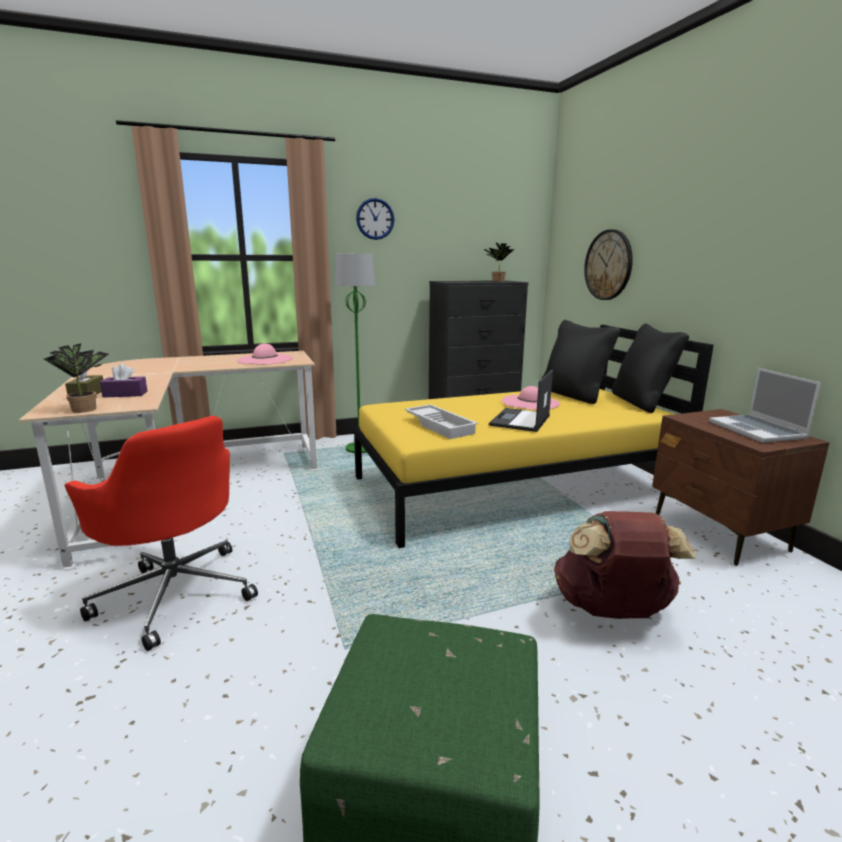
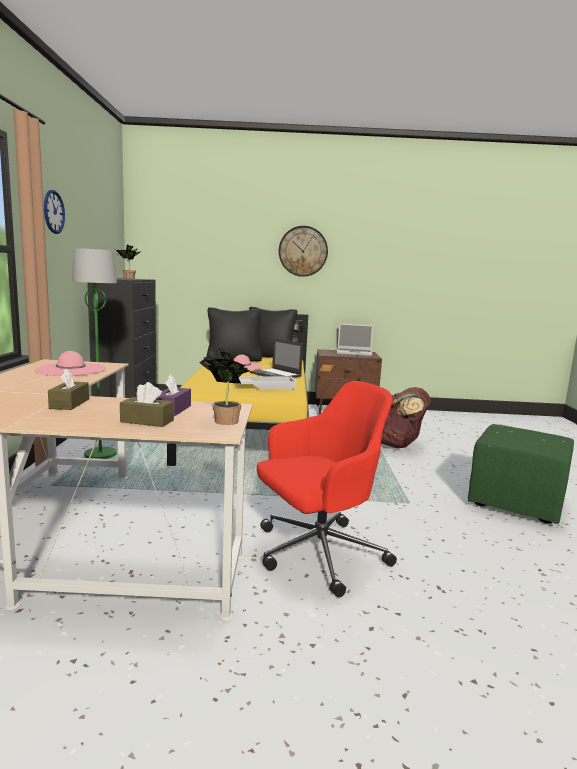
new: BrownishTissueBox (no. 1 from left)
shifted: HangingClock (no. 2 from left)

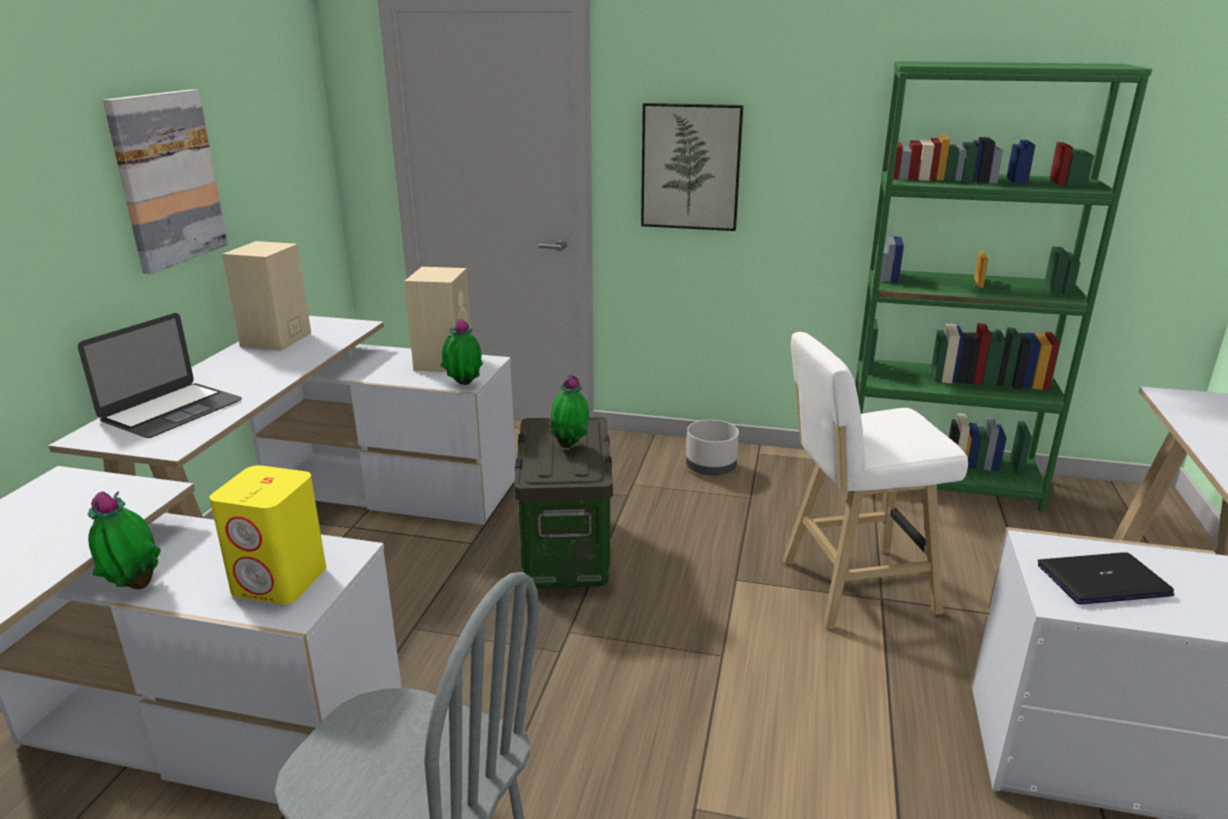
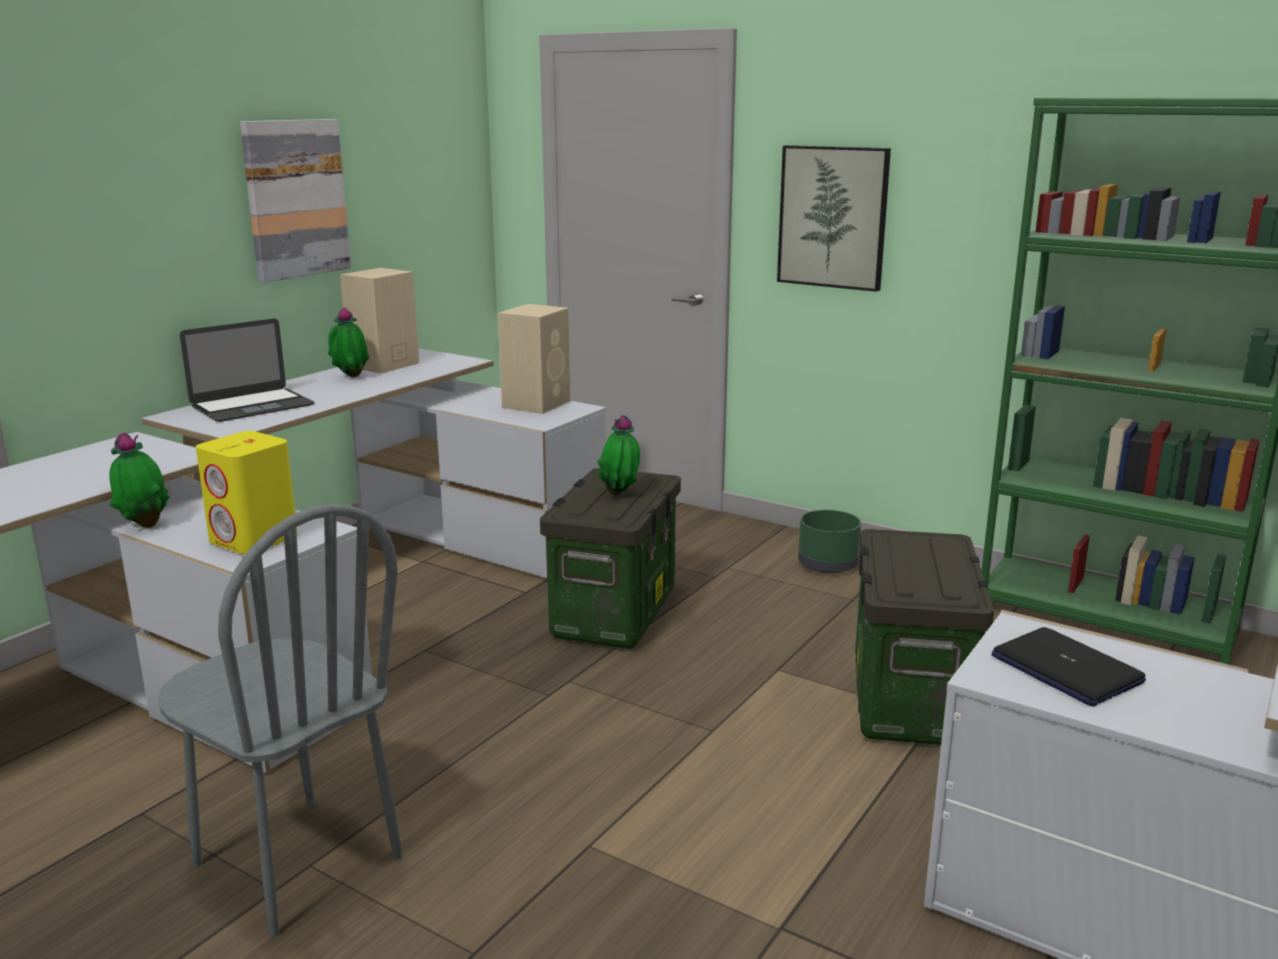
shifted: PottedPlant (no. 2 from left)
swapped: WhiteStoolSeat to StorageContainer (no. 2 from left)
repainted: GreyishFlowerPot to GreenFlowerPot
rotated: PortableComputer (no. 2 from left) 135 degrees counterclockwise

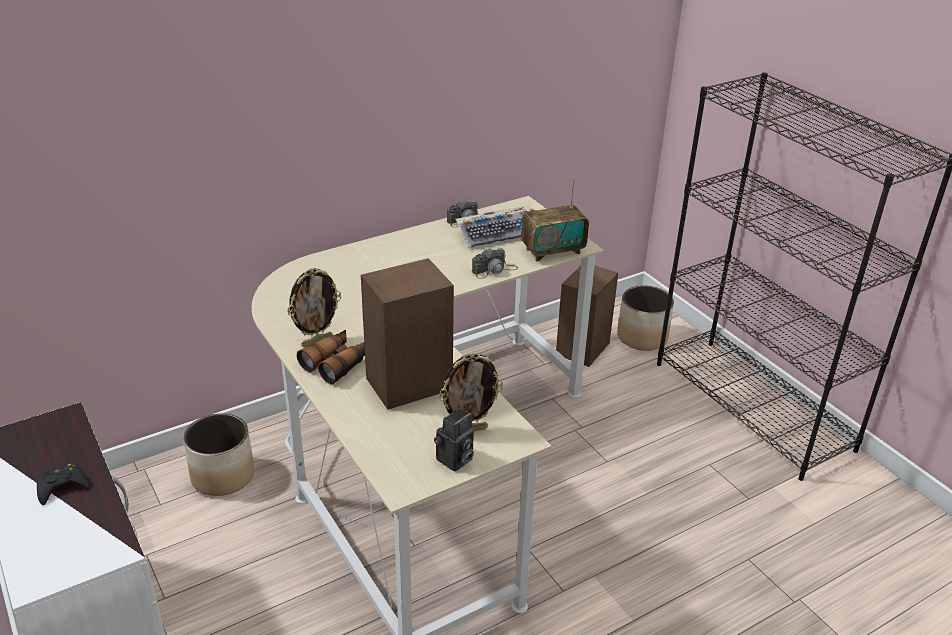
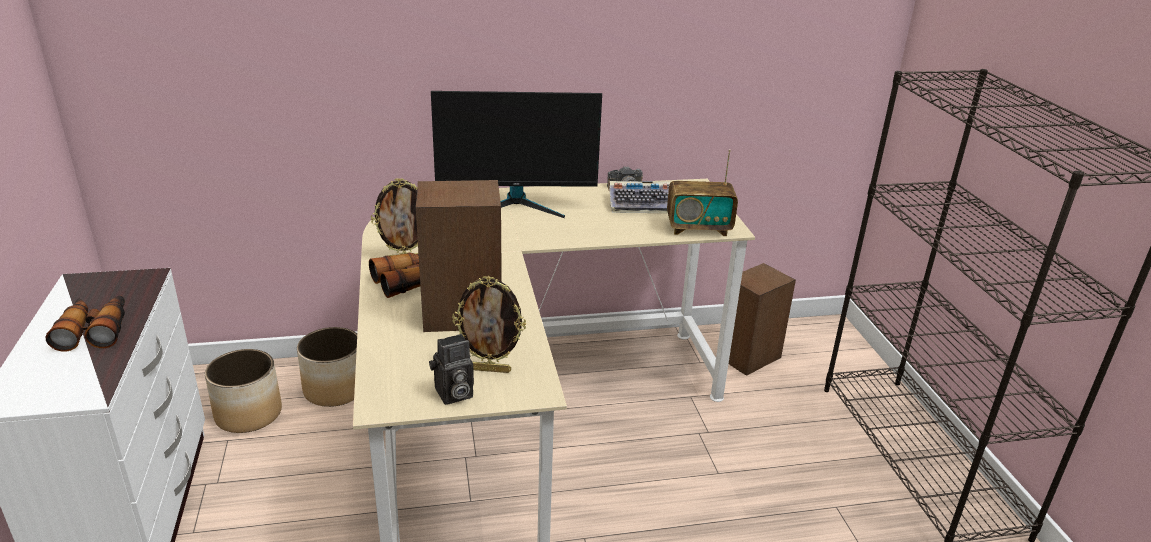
gone: PhotoCamera (no. 3 from left)
new: Monitor
shifted: FlowerPot (no. 2 from left in the first image) to FlowerPot (no. 1 from left)
swapped: BlackGameController to Binoculars (no. 1 from left)

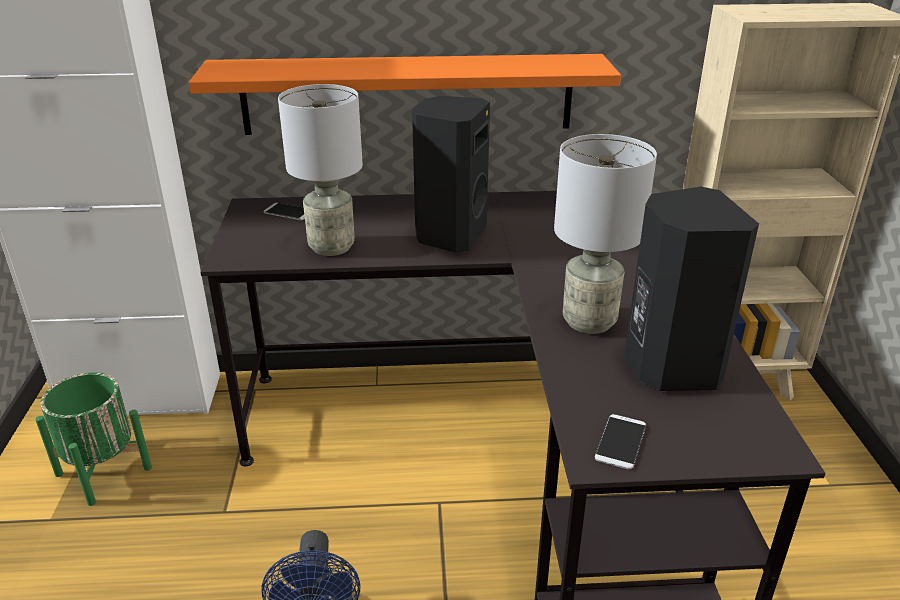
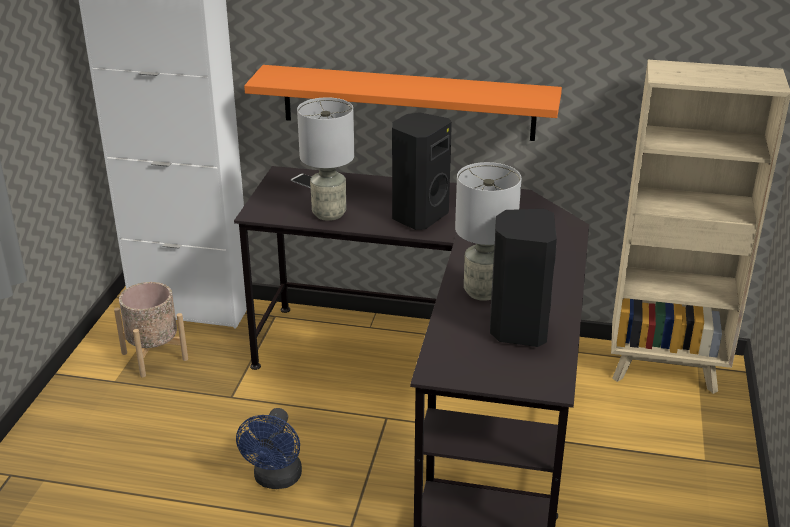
gone: Handset (no. 2 from left)
repainted: GreenFlowerPot to BeigeColouredFlowerPot

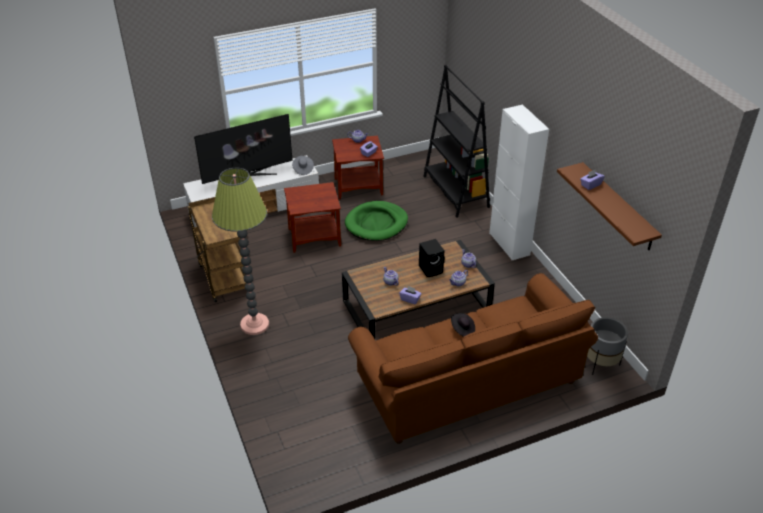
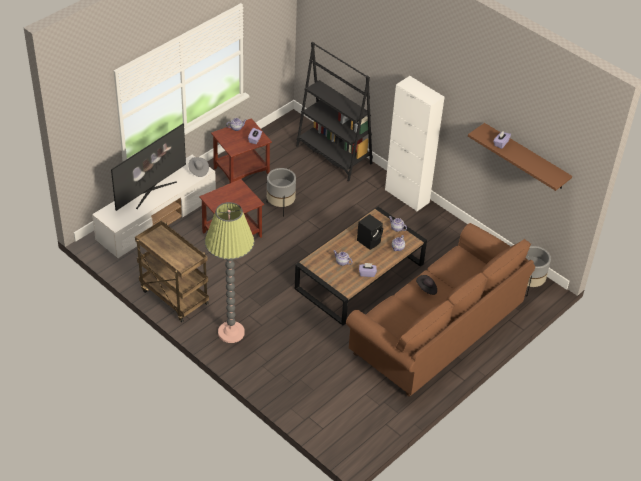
swapped: GreenDogCushion to GreyishFlowerPot (no. 1 from left)

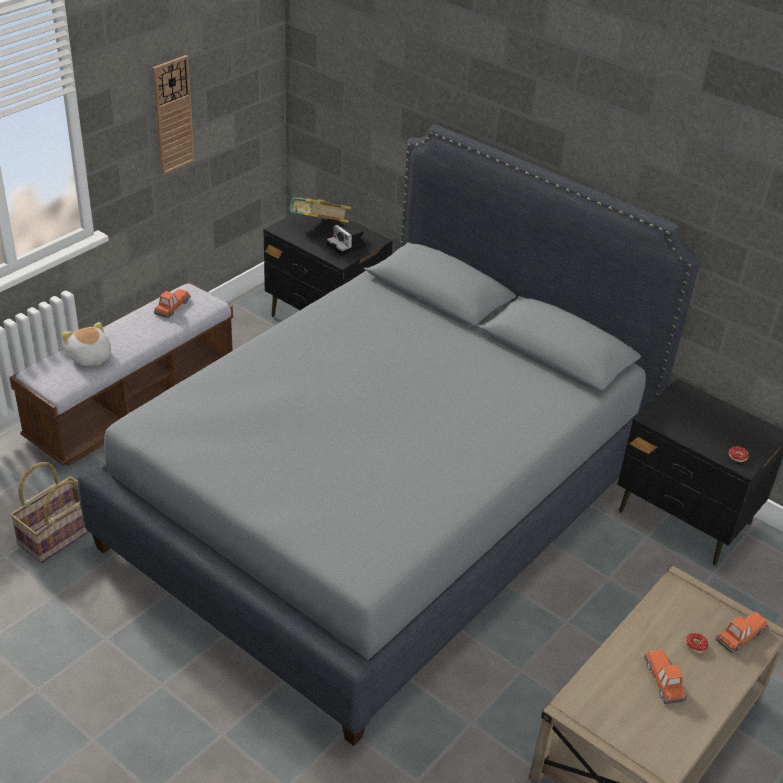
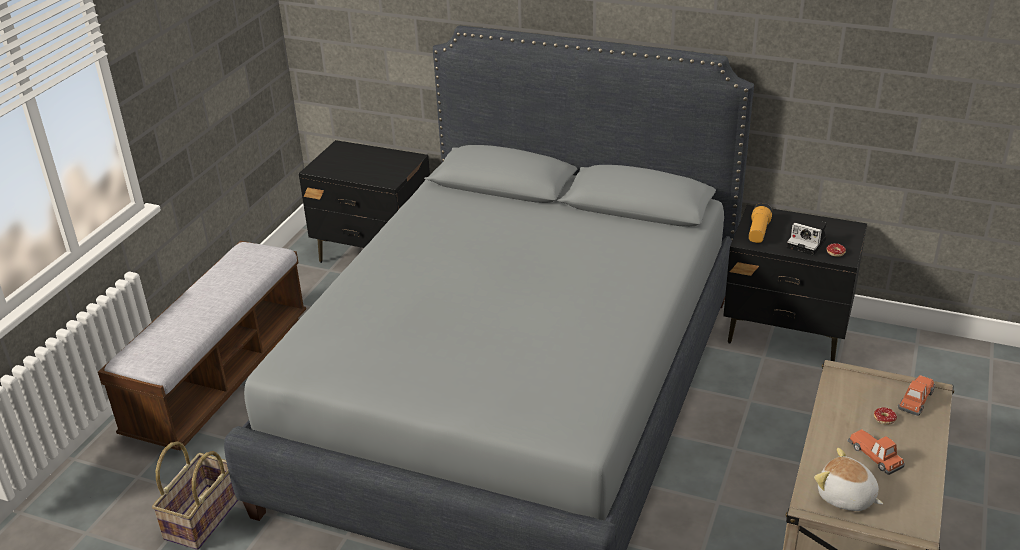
gone: HangingClock; Book; ToyCar (no. 1 from left)
new: Flashlight
shifted: PhotoCamera; CuddlyToy

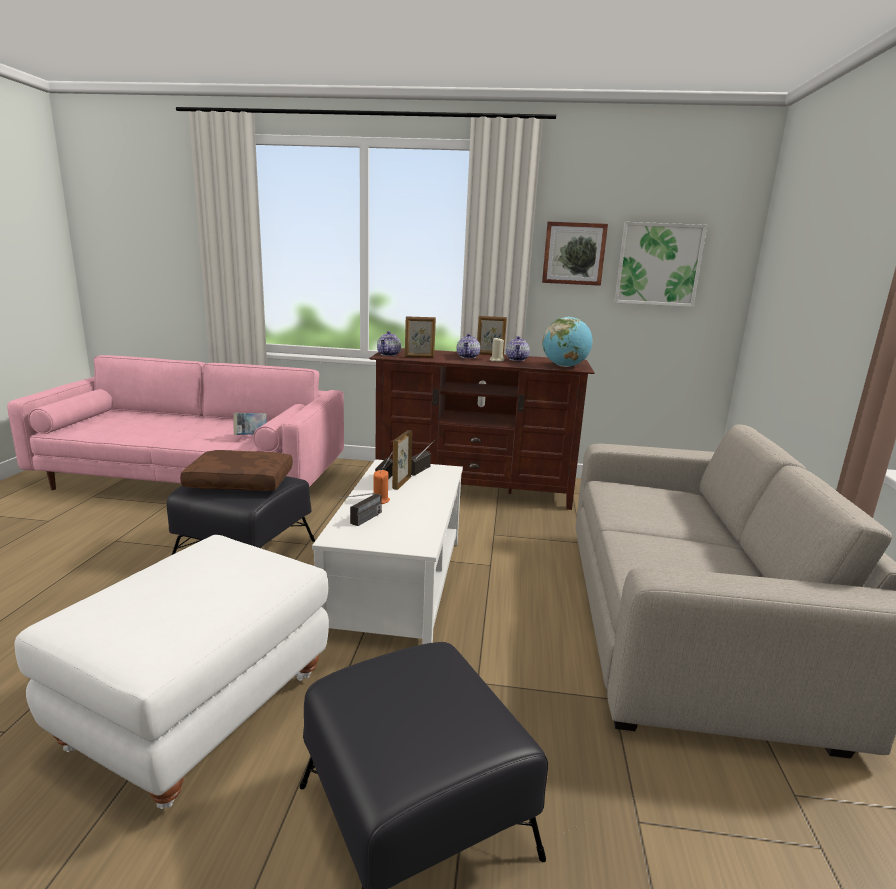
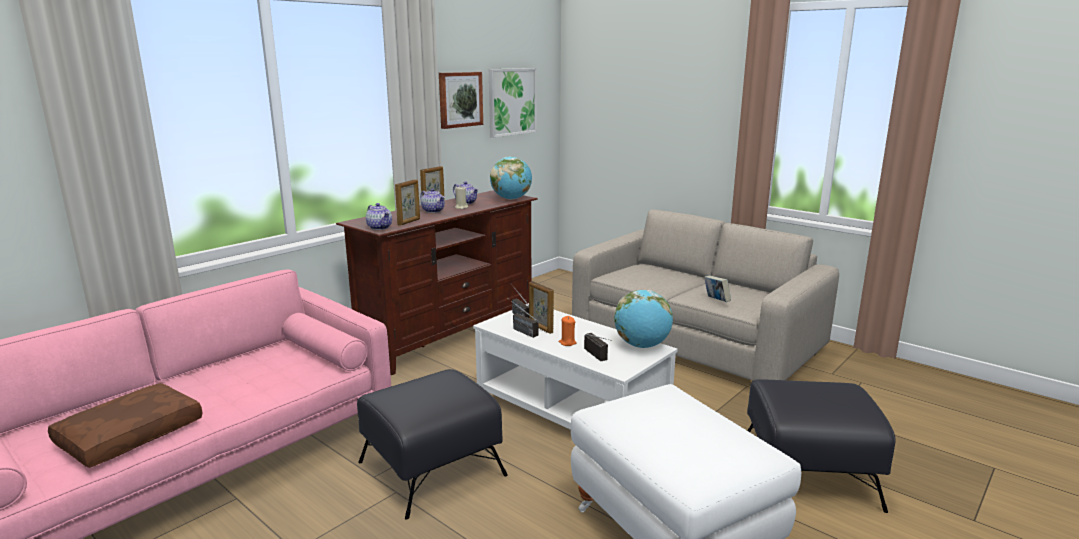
new: DeskGlobe (no. 2 from left)
shifted: Book; BrownishCushion

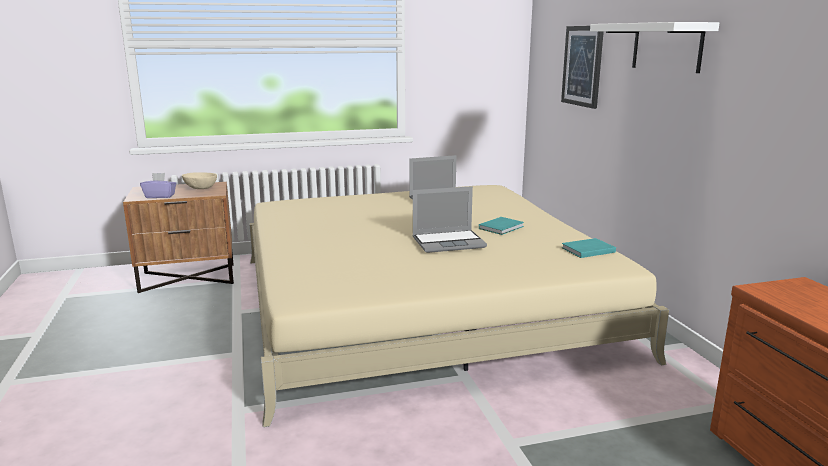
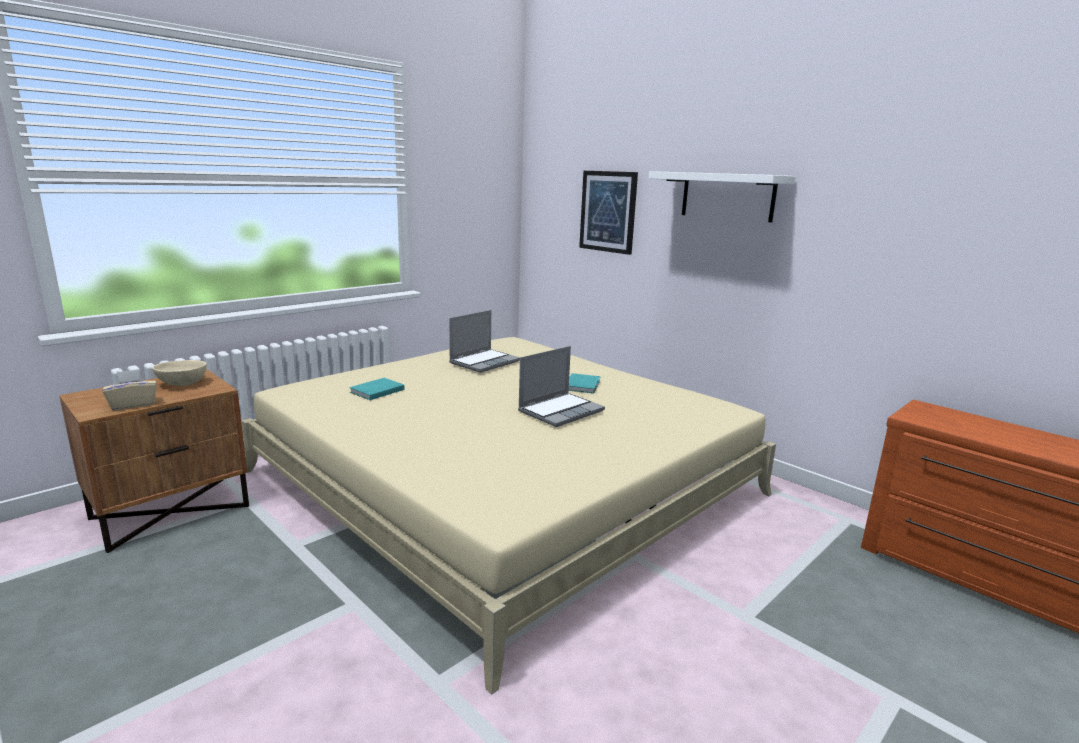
shifted: TurquoiseBook (no. 2 from left in the first image) to TurquoiseBook (no. 1 from left)
repainted: PurpleColouredTissueBox to BeigeColouredTissueBox

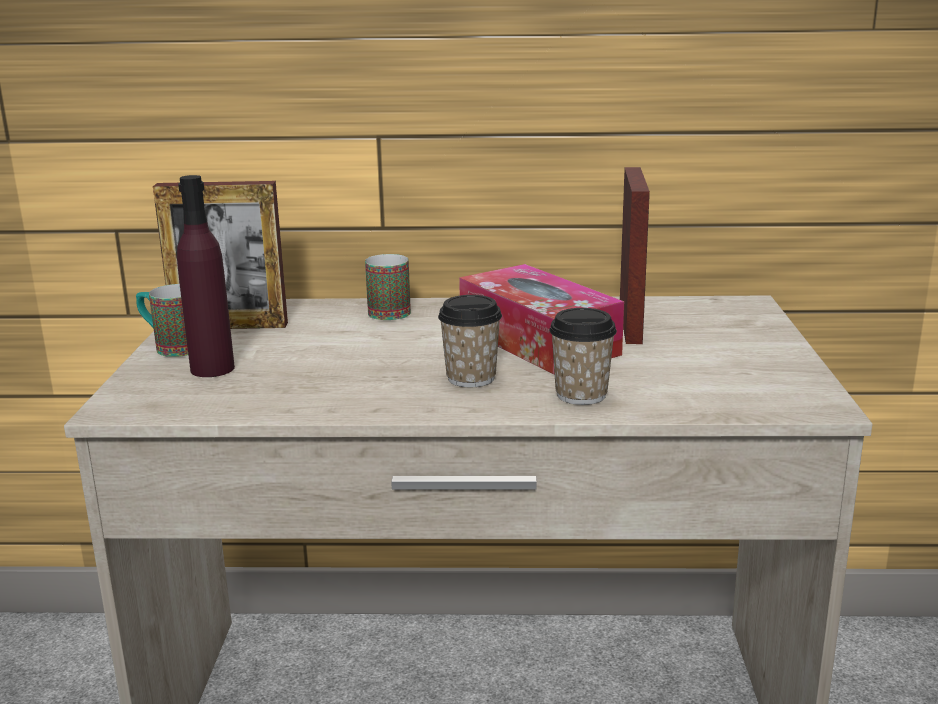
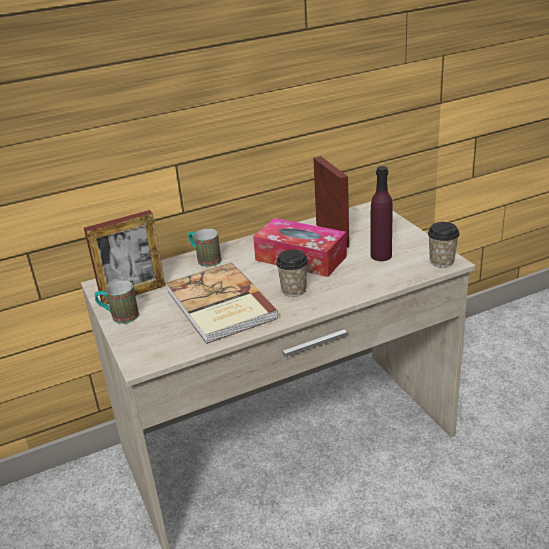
new: Book
shifted: PurpleColouredBottle; Cup (no. 2 from left)

